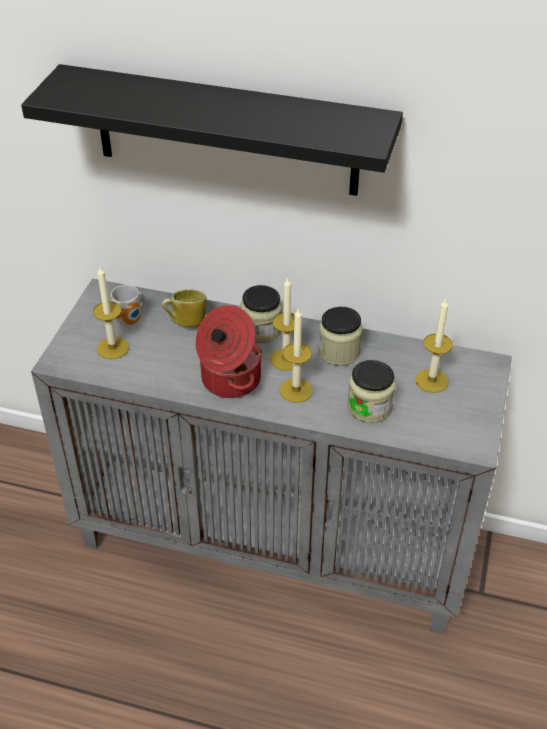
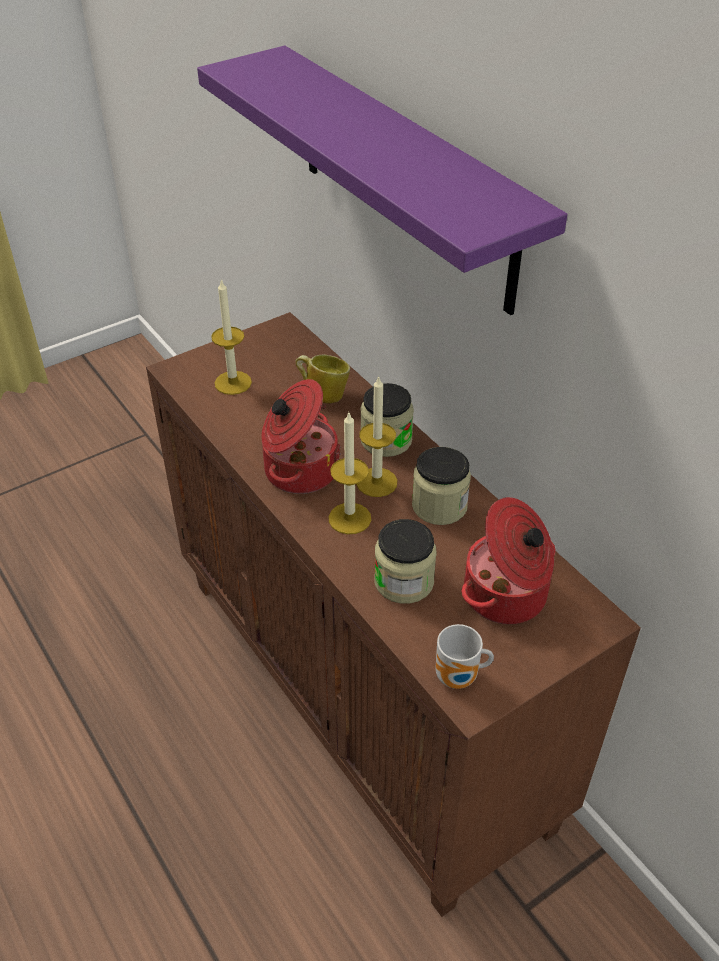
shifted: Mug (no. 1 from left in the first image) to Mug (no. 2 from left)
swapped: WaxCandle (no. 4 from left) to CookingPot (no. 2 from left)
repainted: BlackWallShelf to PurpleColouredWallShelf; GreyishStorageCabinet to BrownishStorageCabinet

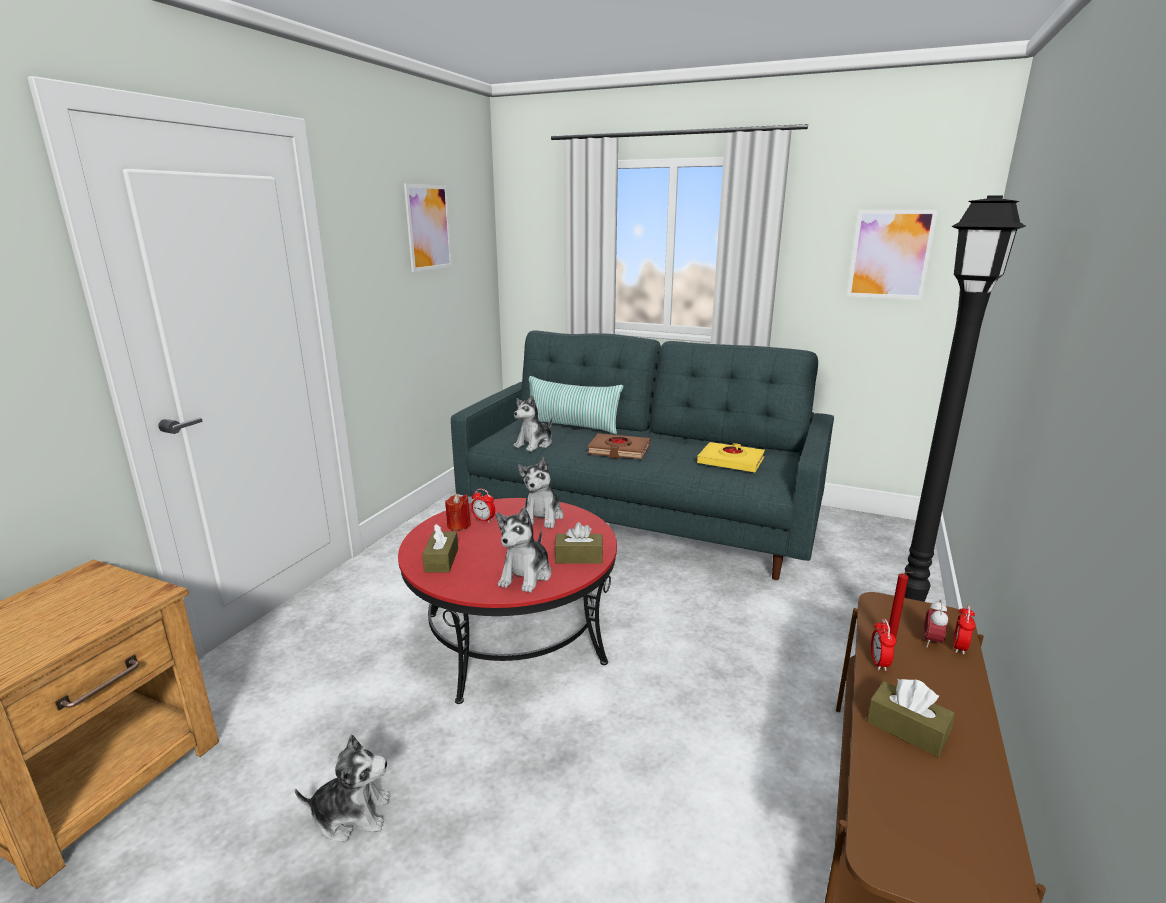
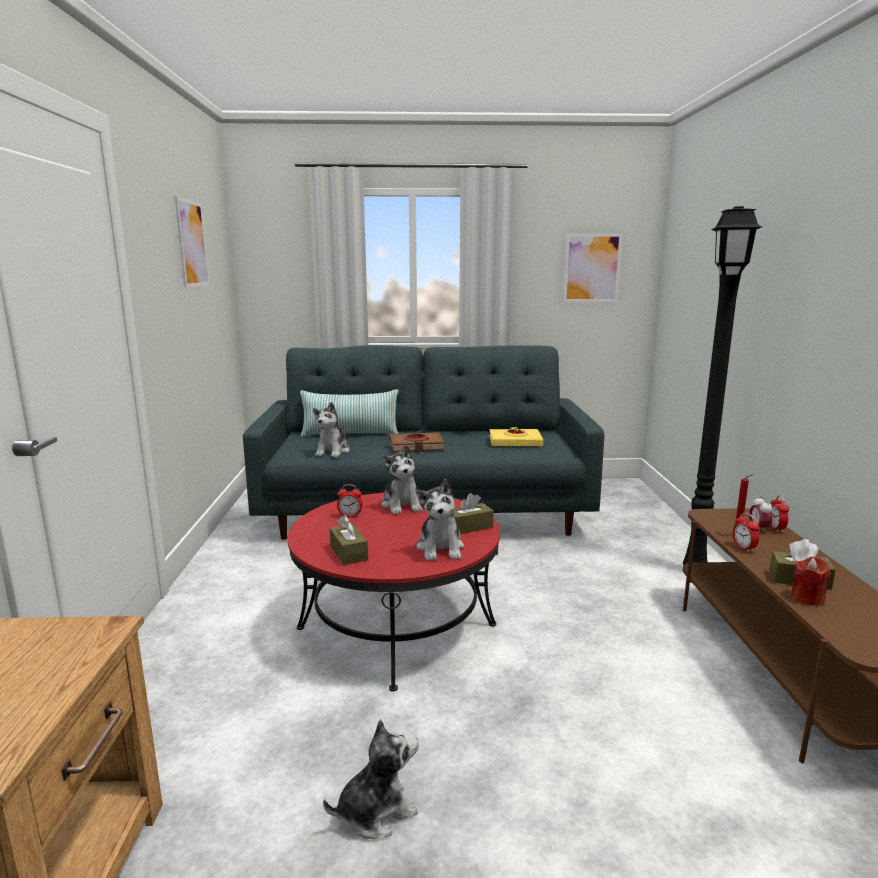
shifted: RedWaxCandle (no. 1 from left in the first image) to RedWaxCandle (no. 2 from left)

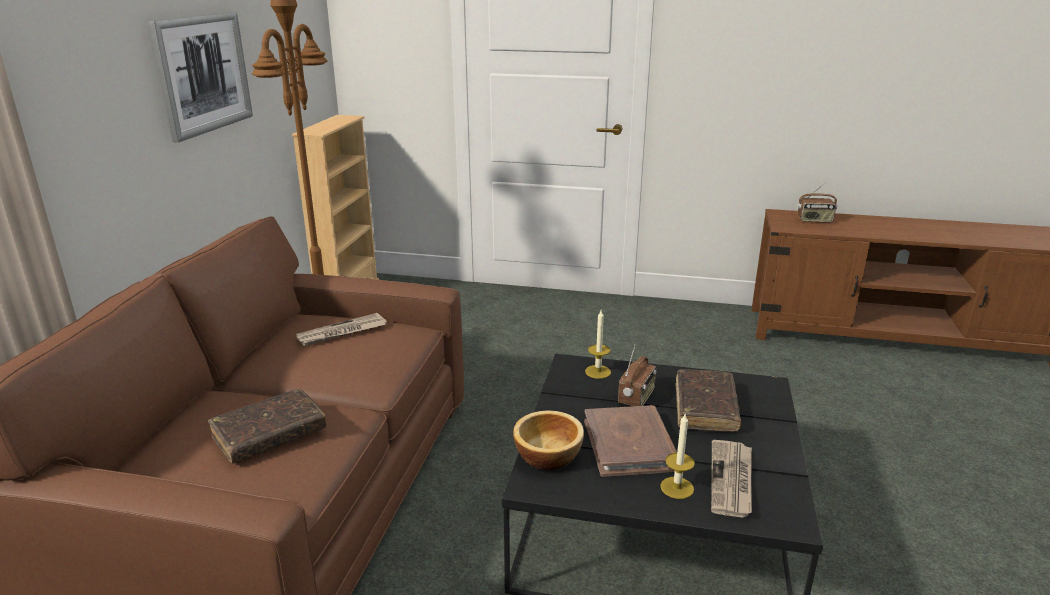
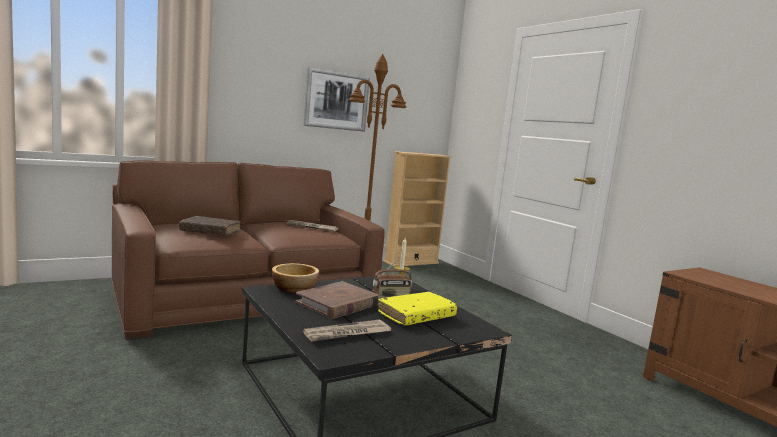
gone: RadioReceiver (no. 2 from left); WaxCandle (no. 2 from left)
repainted: BrownishBook (no. 3 from left) to YellowBook

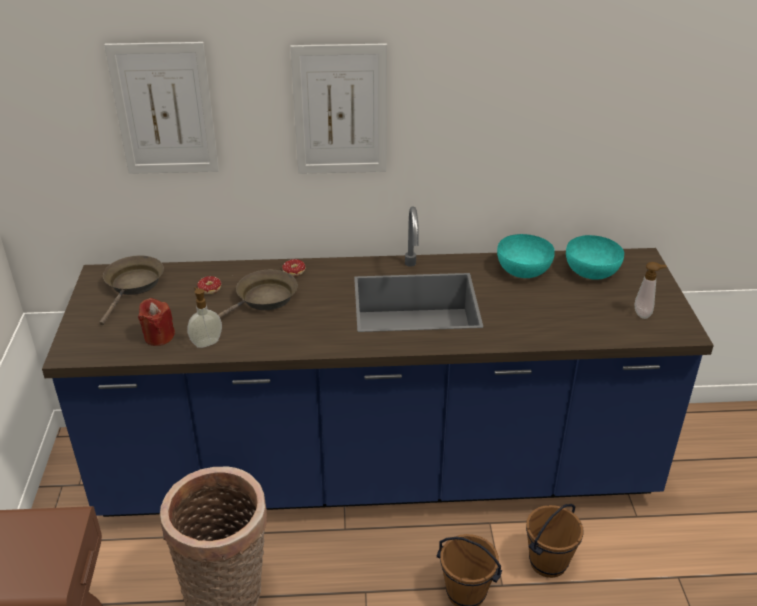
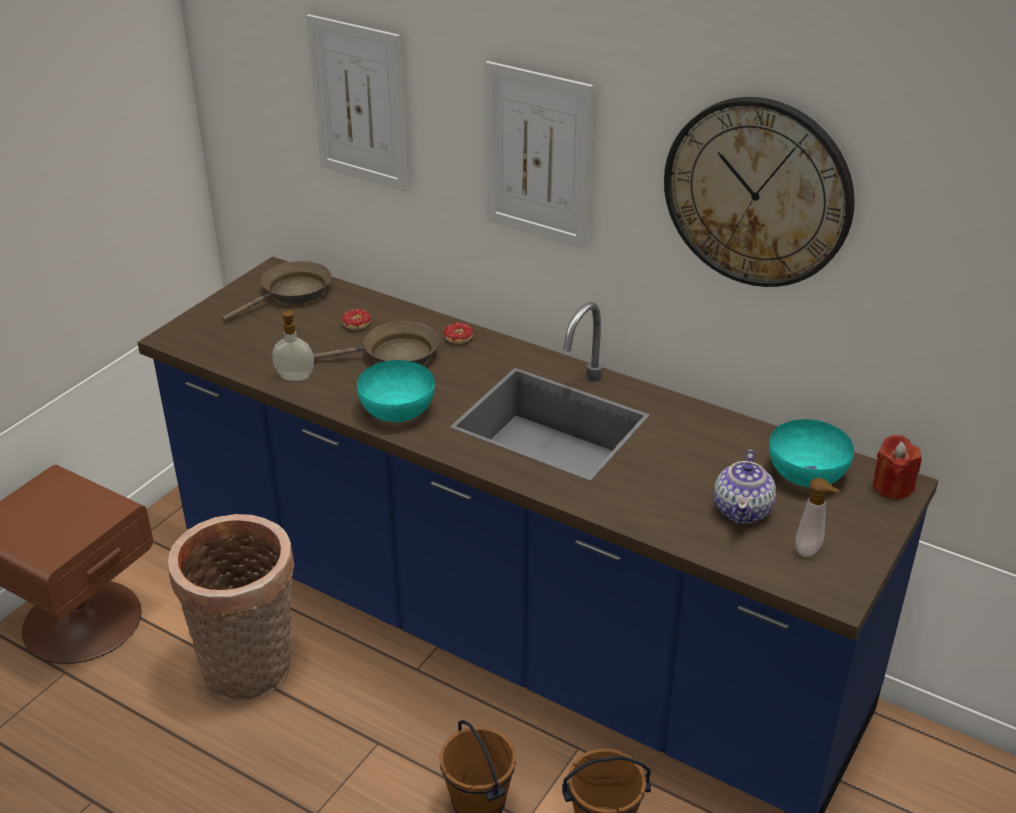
new: HangingClock; TeaPot
shifted: TurquoiseDeepDish (no. 1 from left); RedWaxCandle

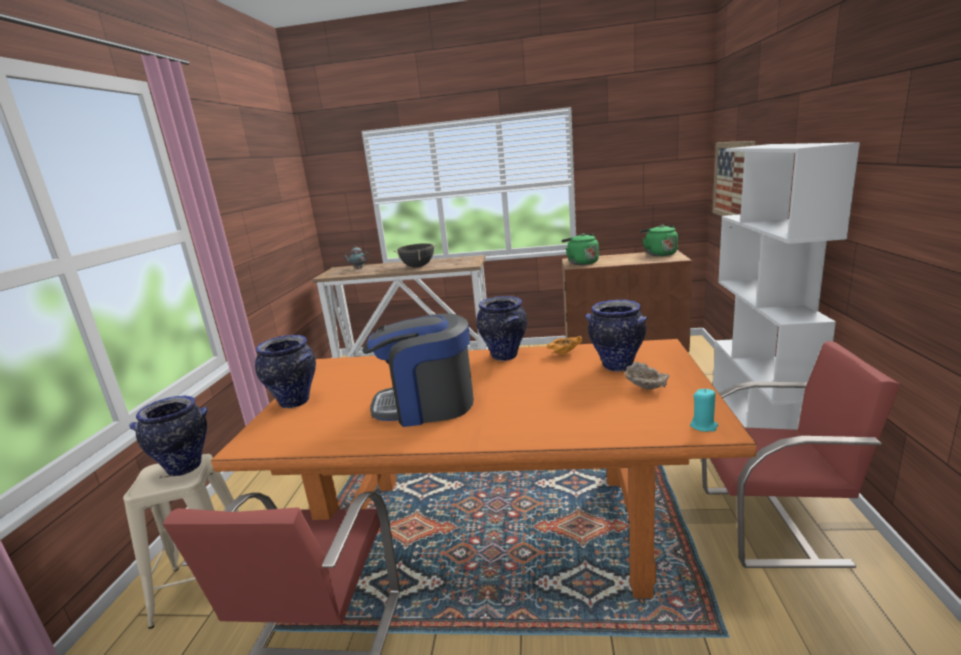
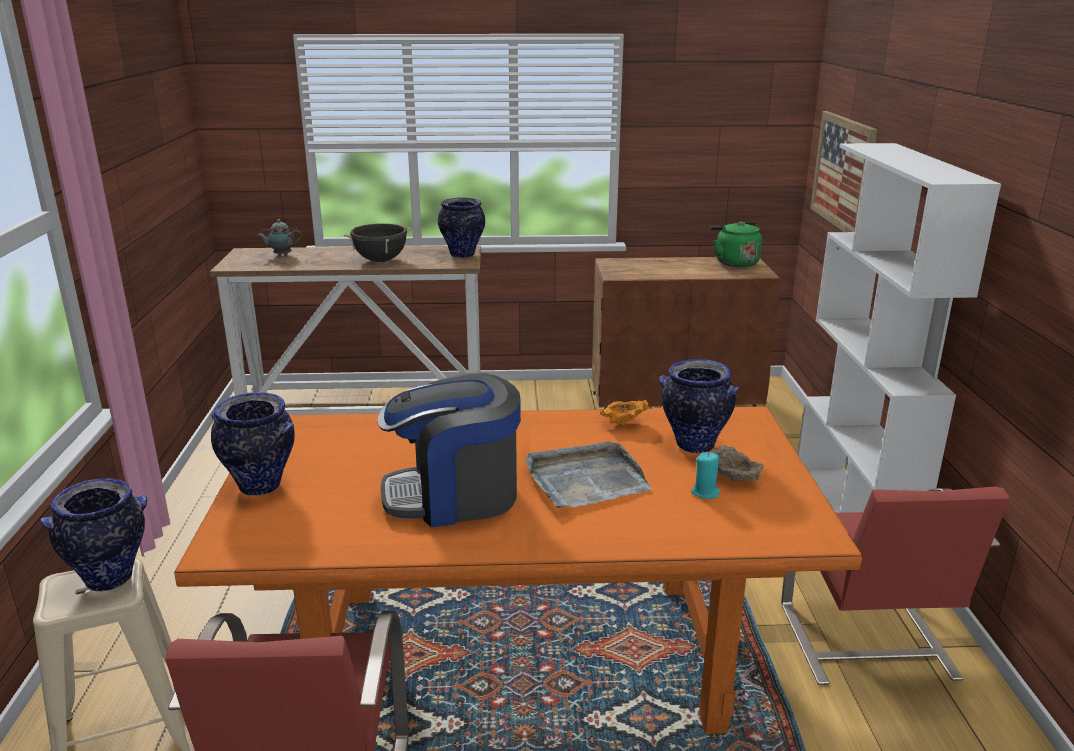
gone: GreenWaterKettle (no. 1 from left)
new: GreyishCarryingTray
shifted: DecorativeVase (no. 3 from left); TurquoiseWaxCandle
rotated: RedUprightChair (no. 2 from left) 90 degrees clockwise

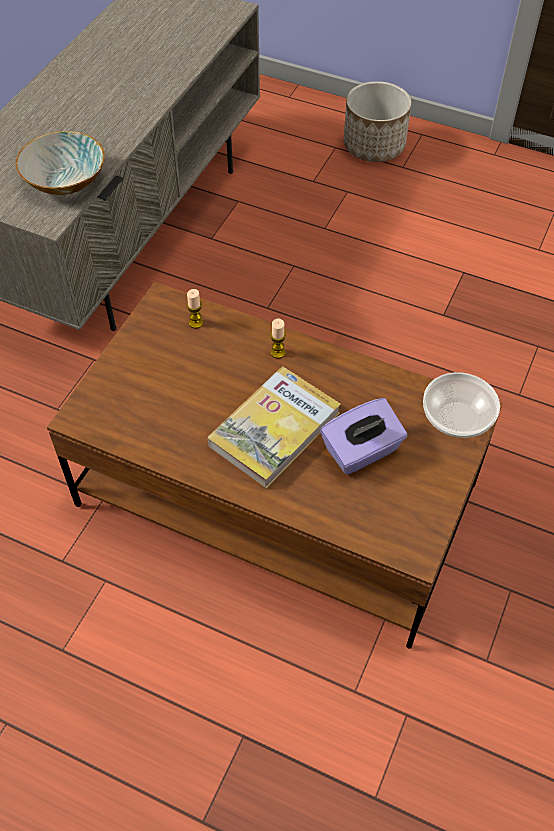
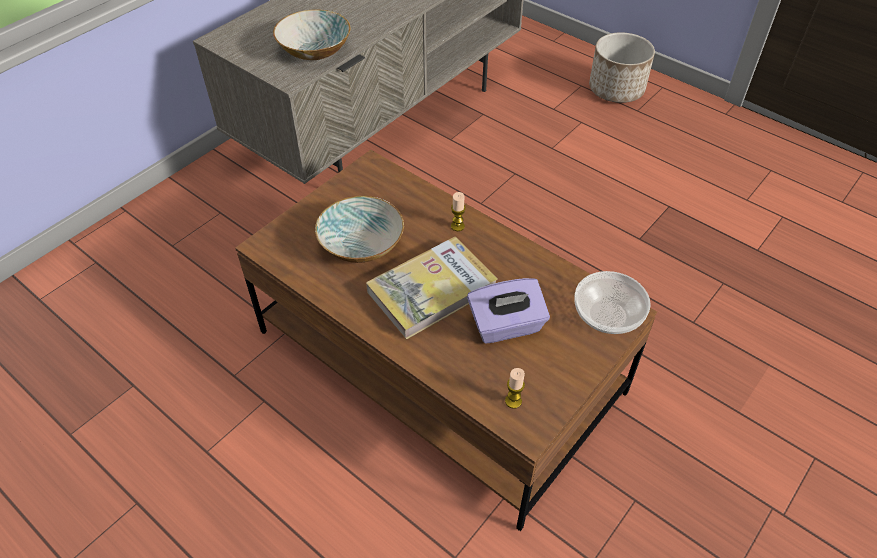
new: DeepDish (no. 2 from left)
shifted: WaxCandle (no. 1 from left in the first image) to WaxCandle (no. 2 from left)

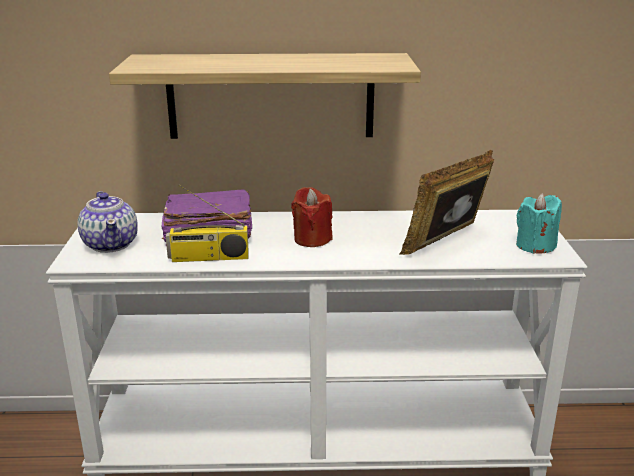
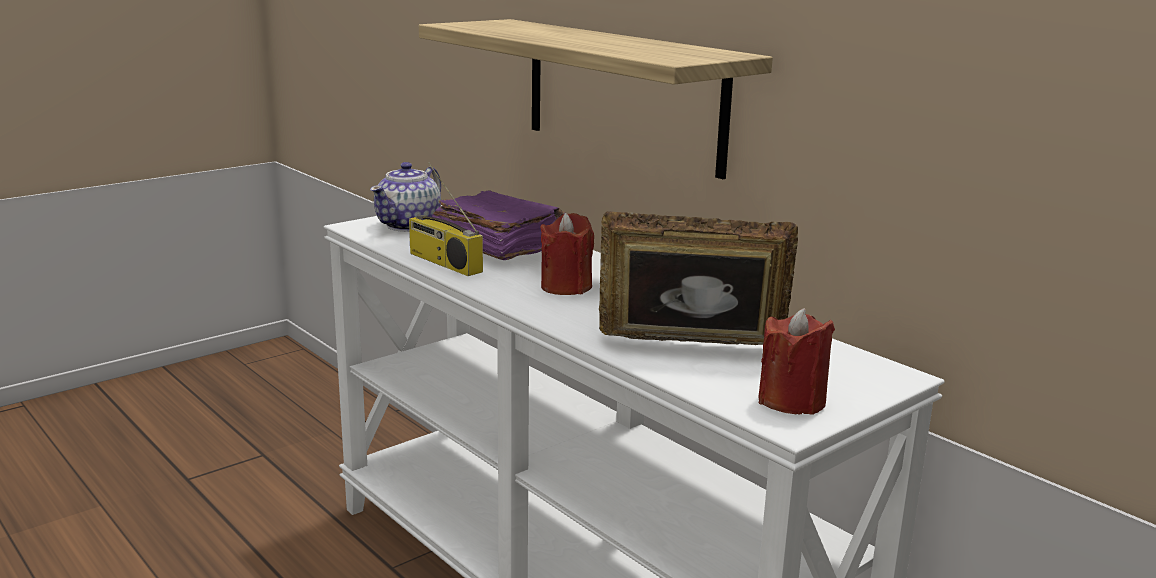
repainted: TurquoiseWaxCandle to RedWaxCandle (no. 2 from left)

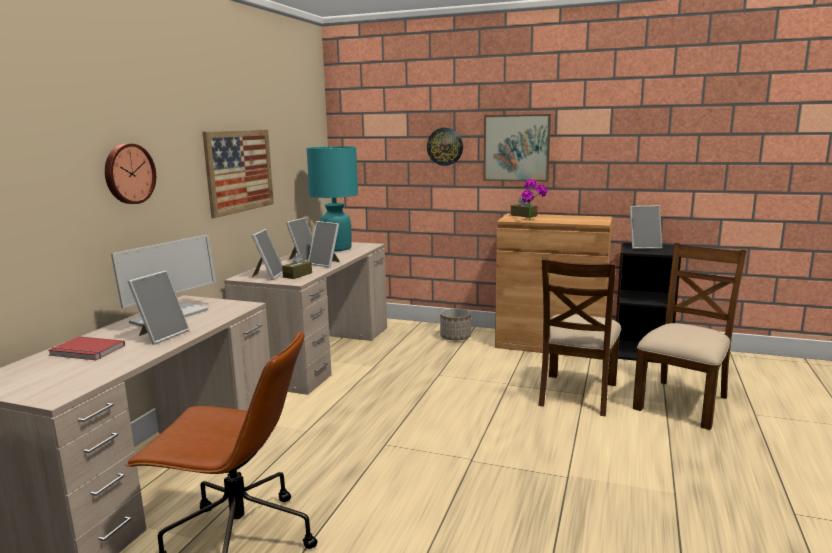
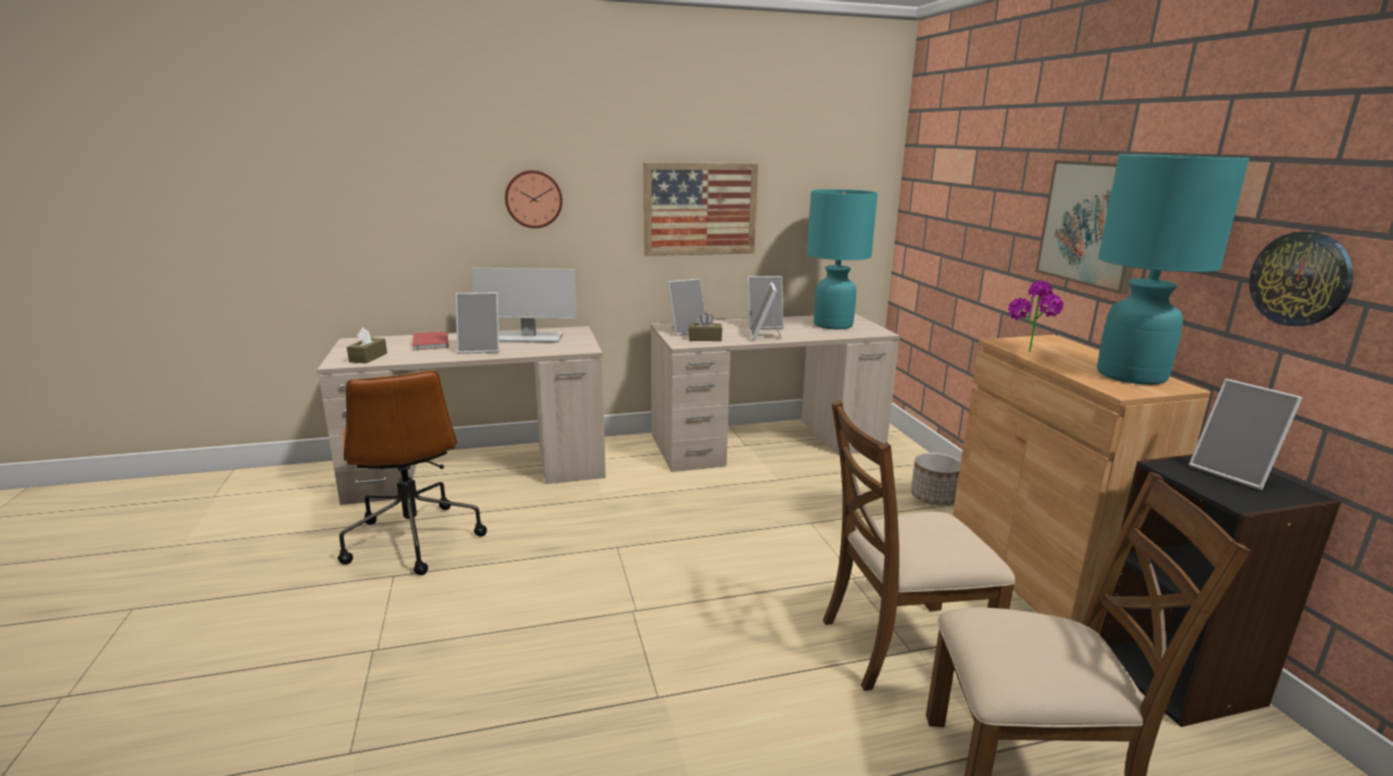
new: TurquoiseTableLamp (no. 2 from left)
shifted: HangingClock (no. 2 from left); BrownishTissueBox (no. 2 from left in the first image) to BrownishTissueBox (no. 1 from left)

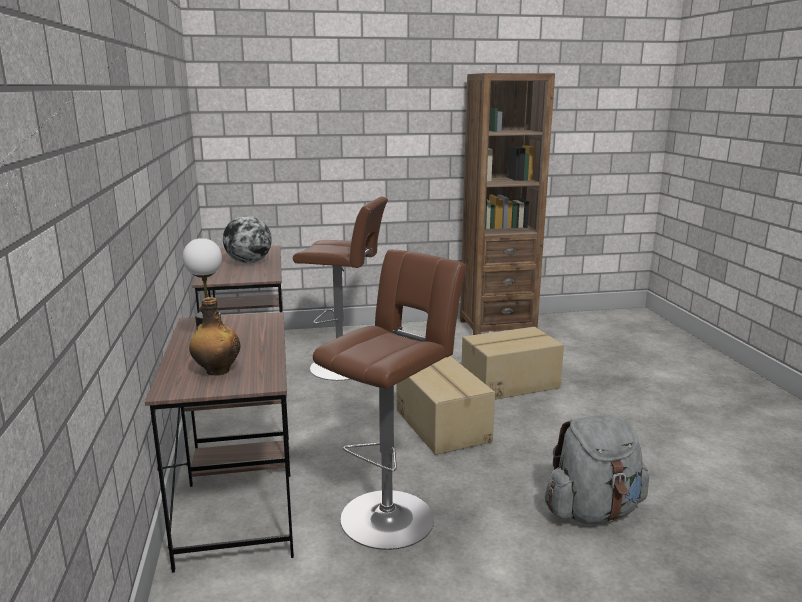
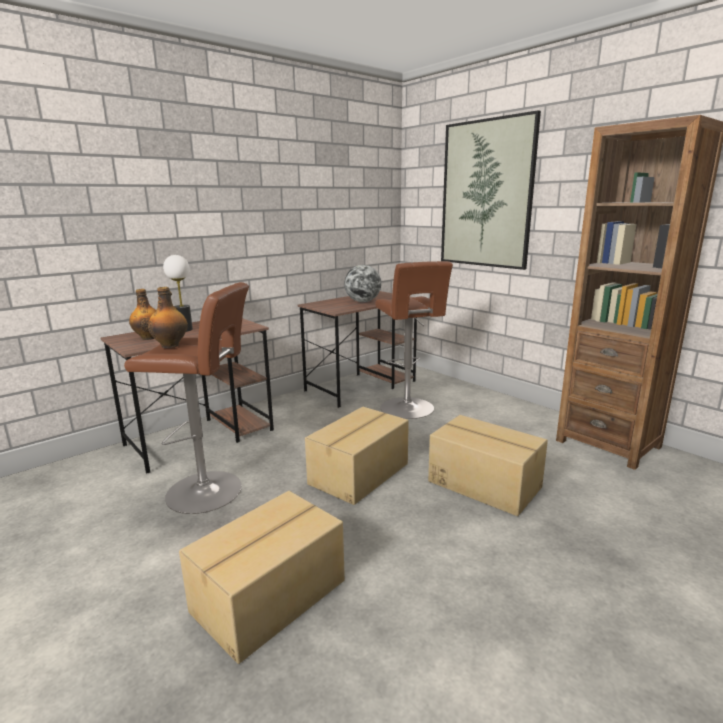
new: WallPicture; Bottle (no. 2 from left)
swapped: GreyishBackpack to Carton (no. 1 from left)

